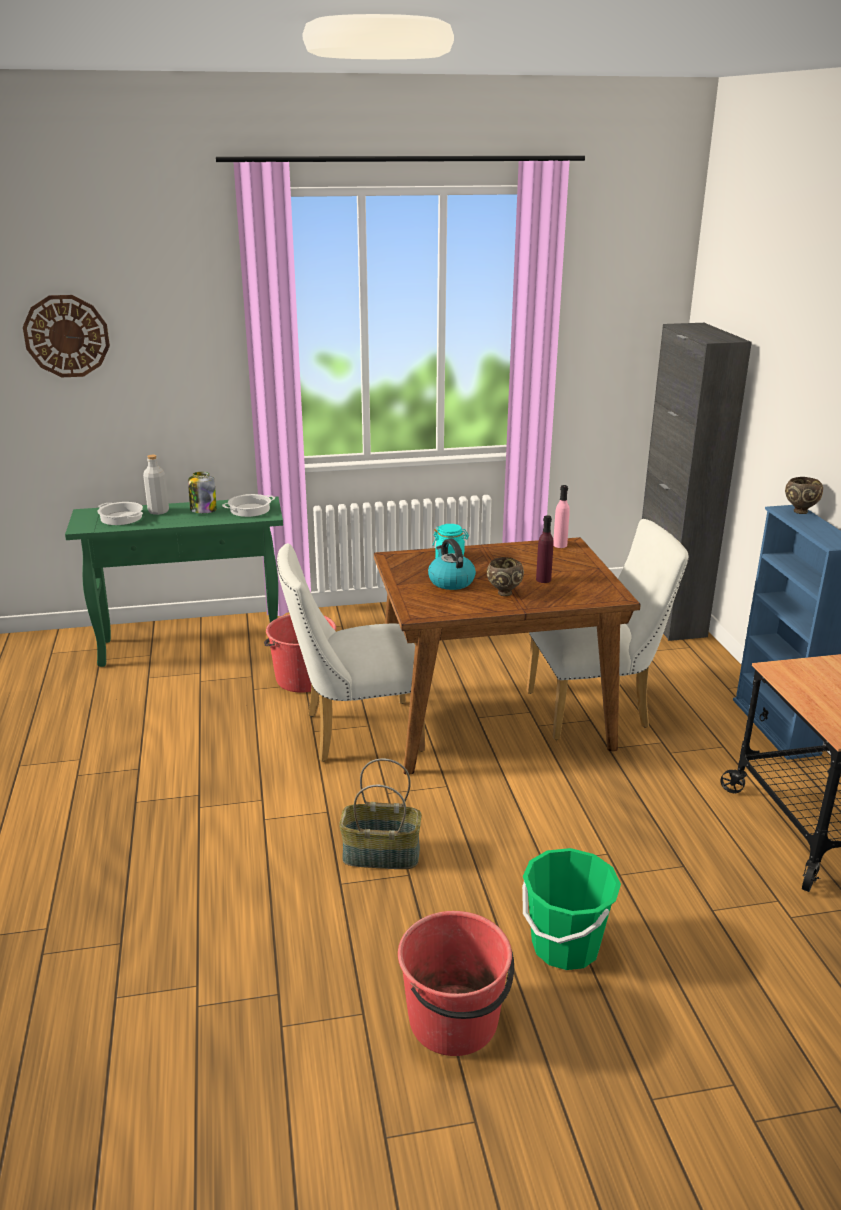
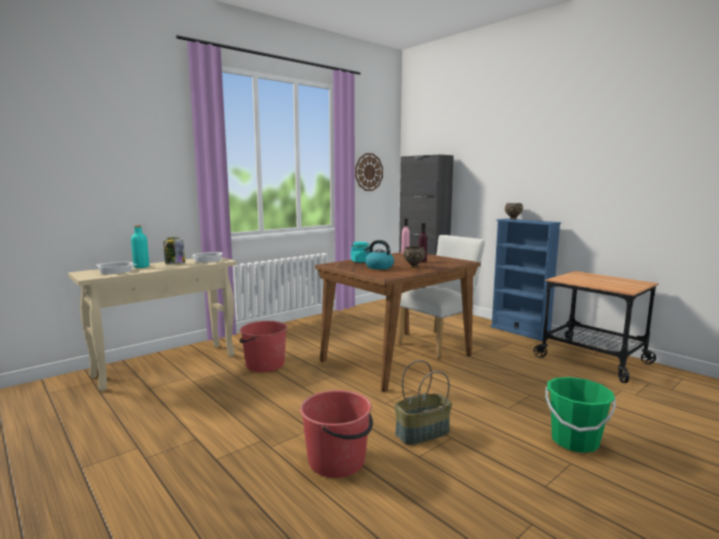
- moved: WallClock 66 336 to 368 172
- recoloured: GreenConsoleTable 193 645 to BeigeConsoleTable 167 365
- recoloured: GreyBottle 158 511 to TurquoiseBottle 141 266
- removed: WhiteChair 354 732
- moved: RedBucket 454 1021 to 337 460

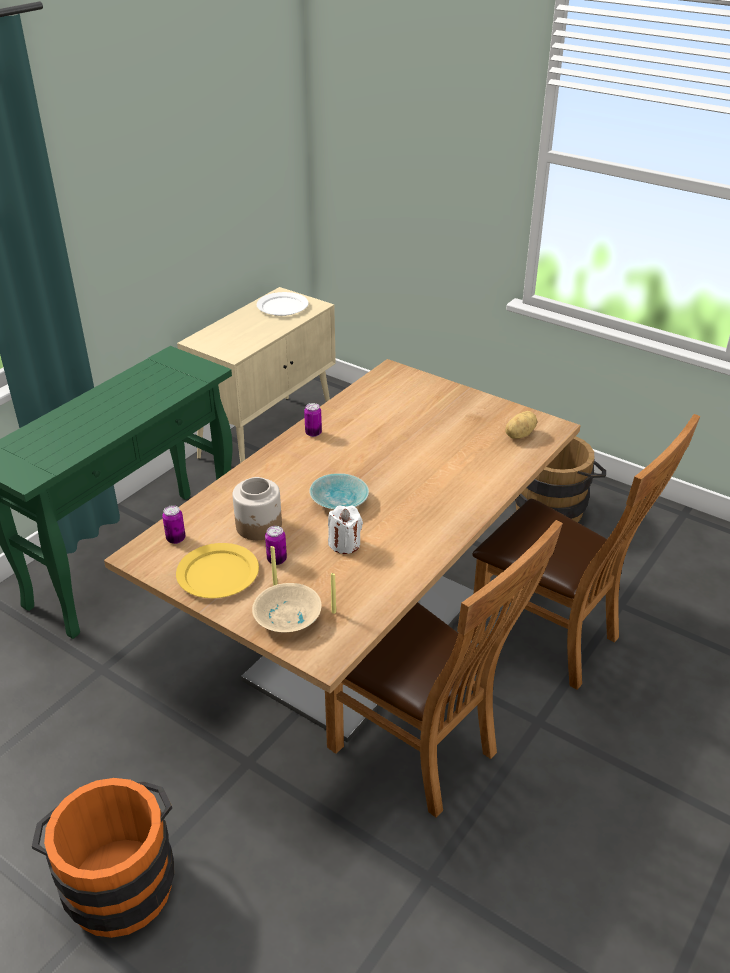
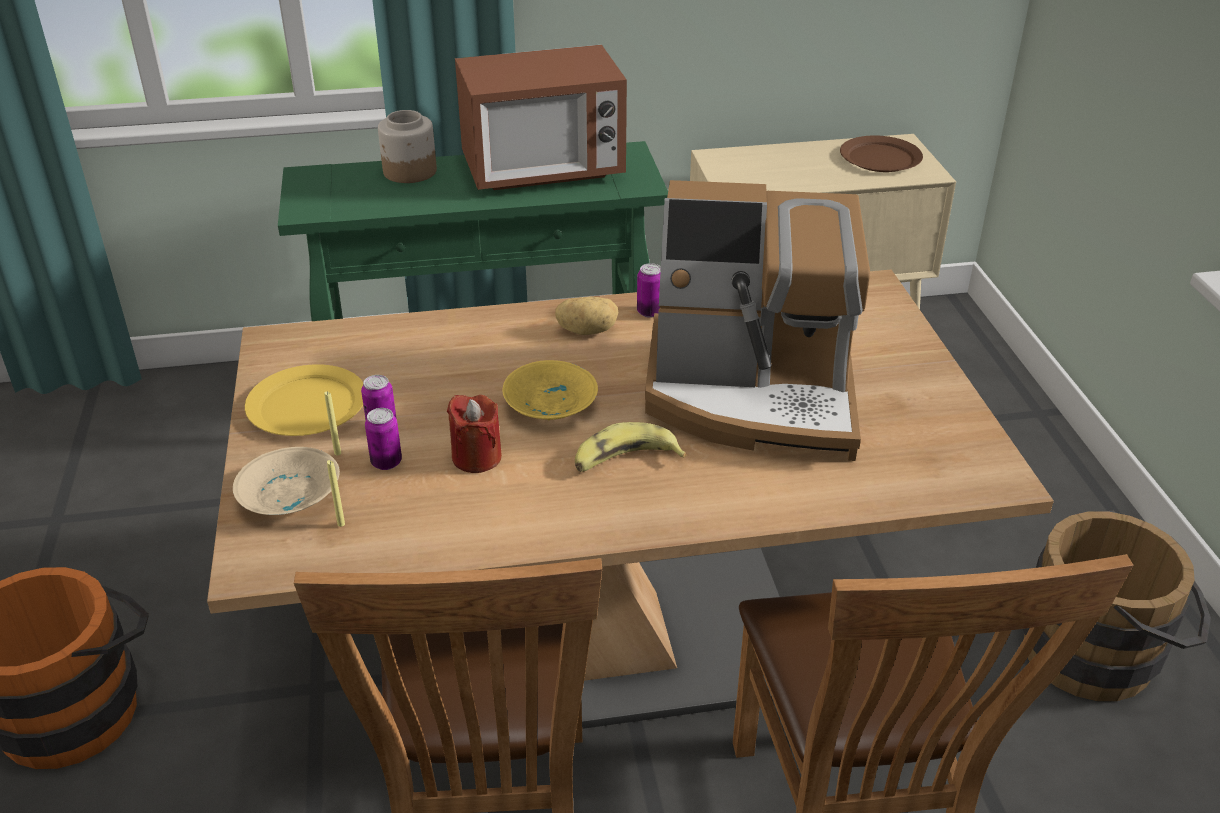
- moved: Can 176 539 to 386 462
- moved: Jar 259 526 to 409 172
- recoloured: WhitePlate 282 306 to BrownPlate 880 158
- recoloured: TurquoiseBowl 340 500 to YellowBowl 553 405
- recoloured: WhiteCandle 344 544 to RedCandle 476 457
- moved: Potato 519 435 to 587 330
- added: Microwave 543 170
- added: Banana 625 460
- added: CoffeeMachine 753 394

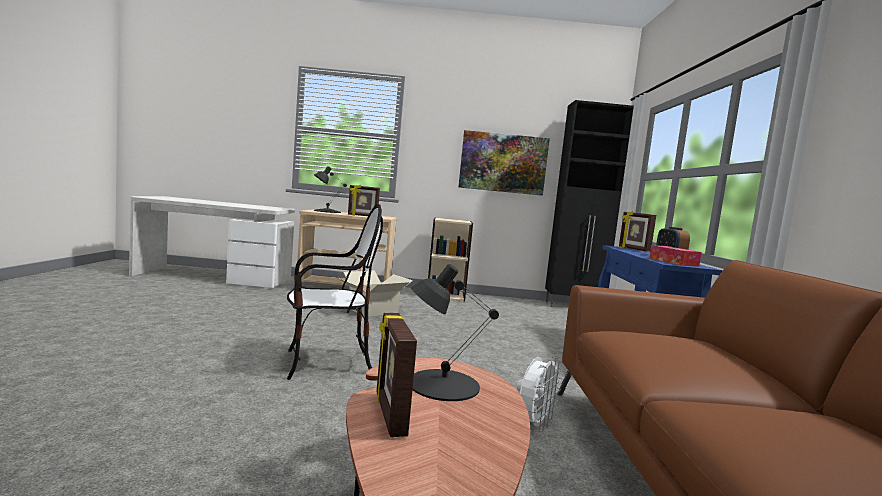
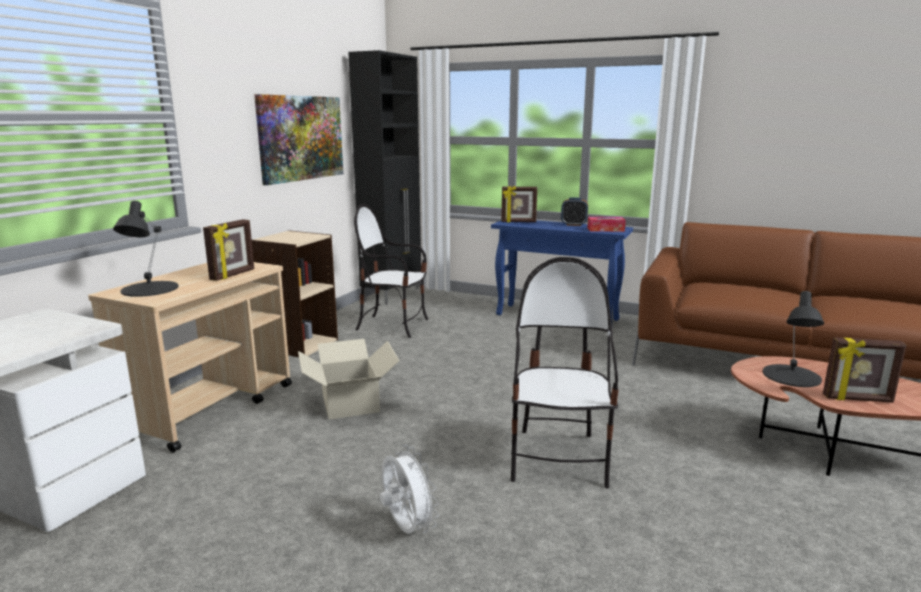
- moved: WhiteFan 533 425 to 406 528
- added: Chair 393 325

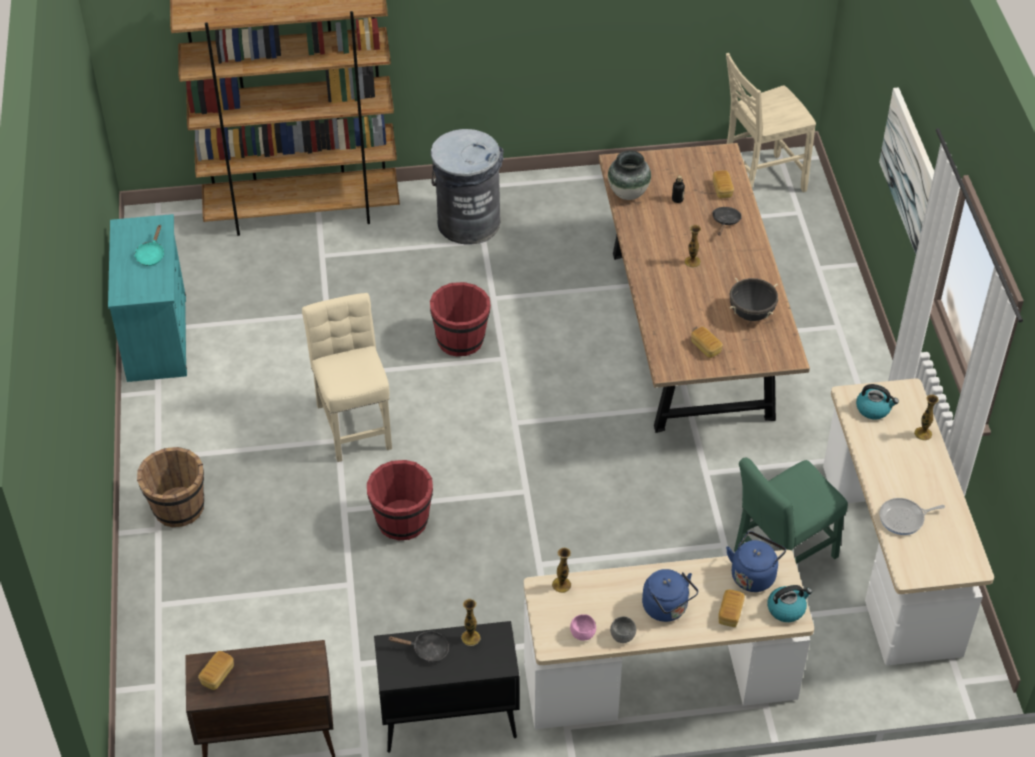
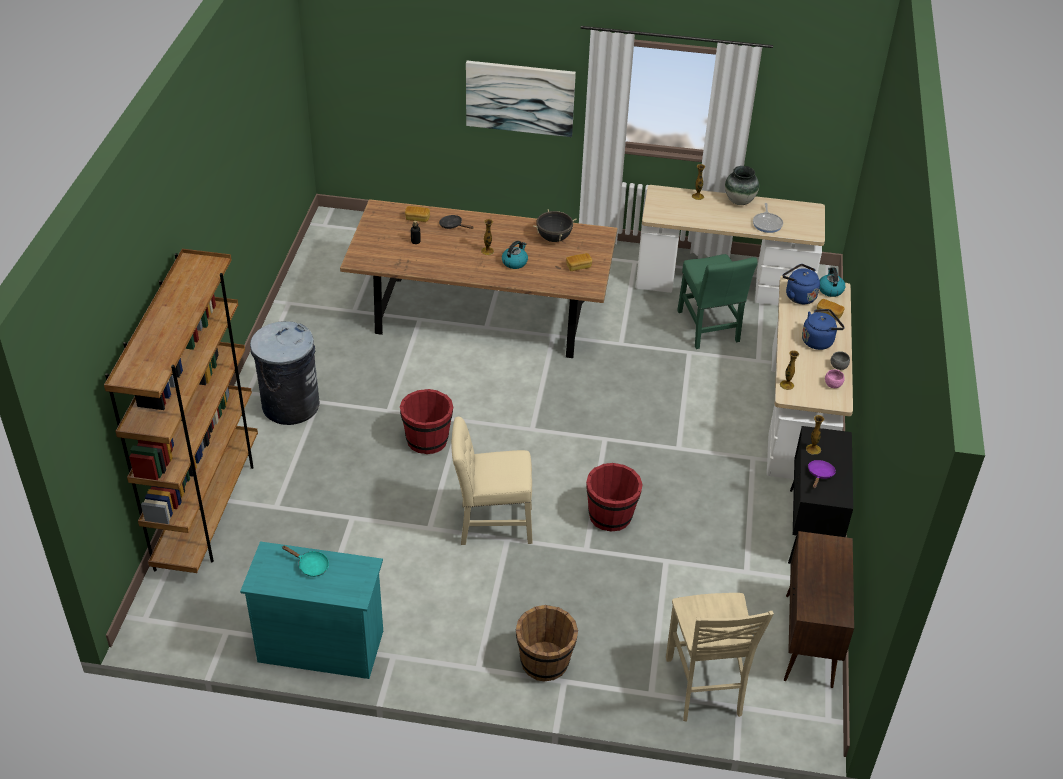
- removed: Bread 217 675
- recoloured: BlackFryingPan 427 650 to PurpleFryingPan 820 475
- moved: Vase 627 193 to 739 201
- moved: BeigeChair 759 181 to 704 688
- moved: Kettle 873 409 to 514 262

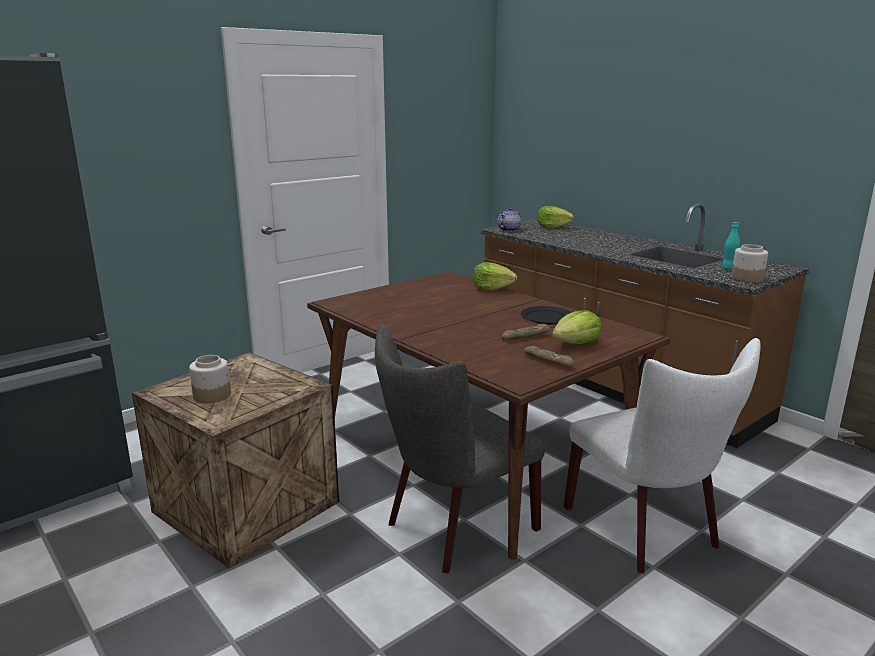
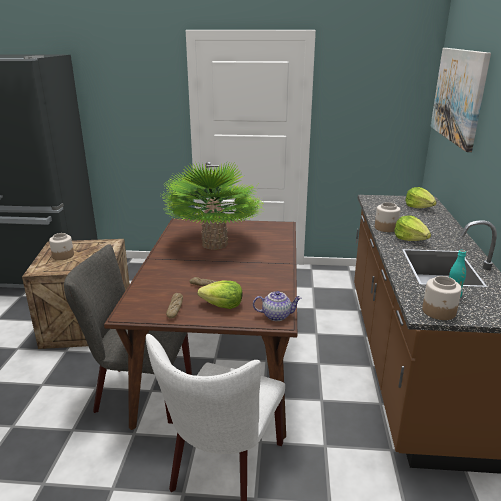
- moved: Lettuce 492 288 to 410 239
- moved: Teapot 508 230 to 276 315
- removed: BlackPlate 547 317
- added: PottedPlant 215 244
- added: Jar 386 228
- added: Picture 458 95

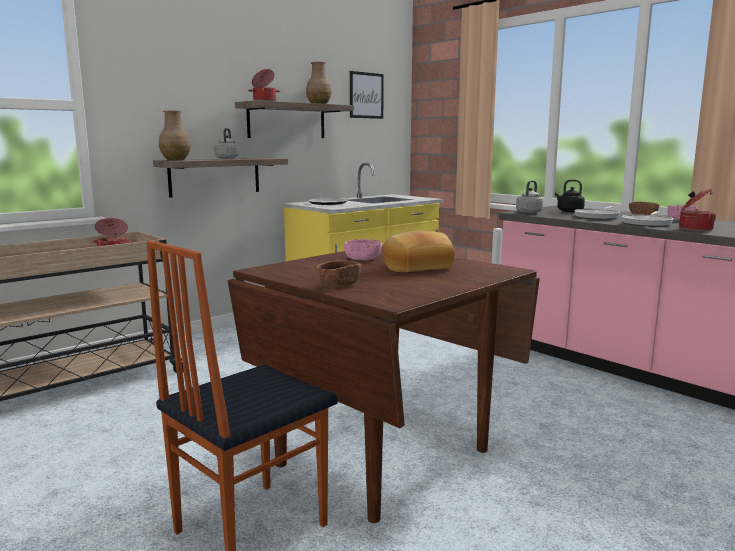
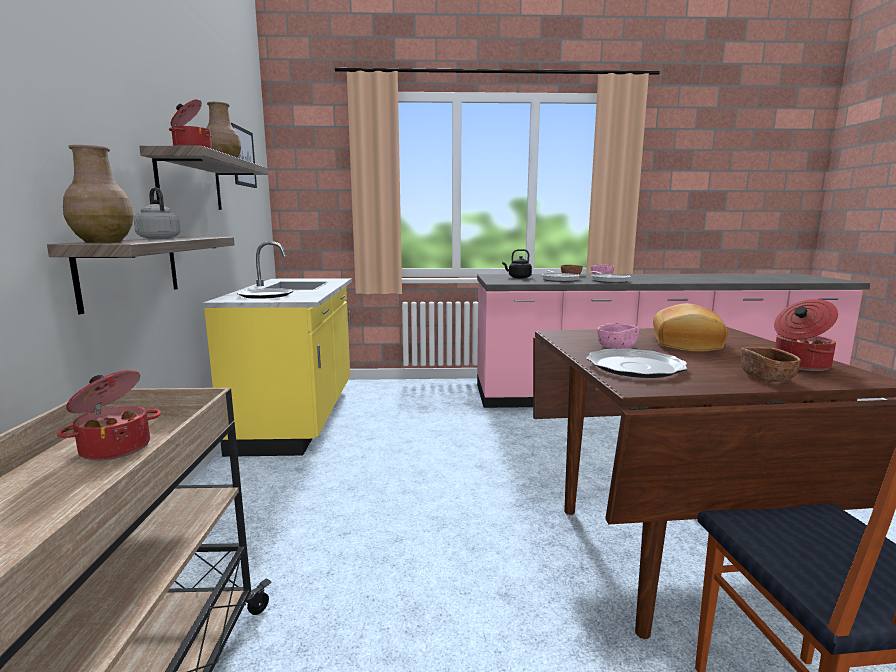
- removed: GreyKettle 529 212
- moved: CookingPot 694 229 to 799 365
- added: Plate 635 367

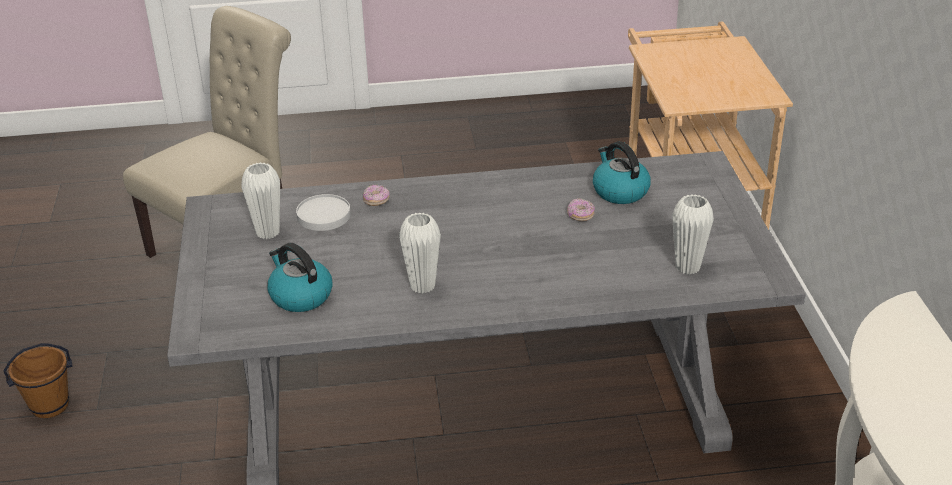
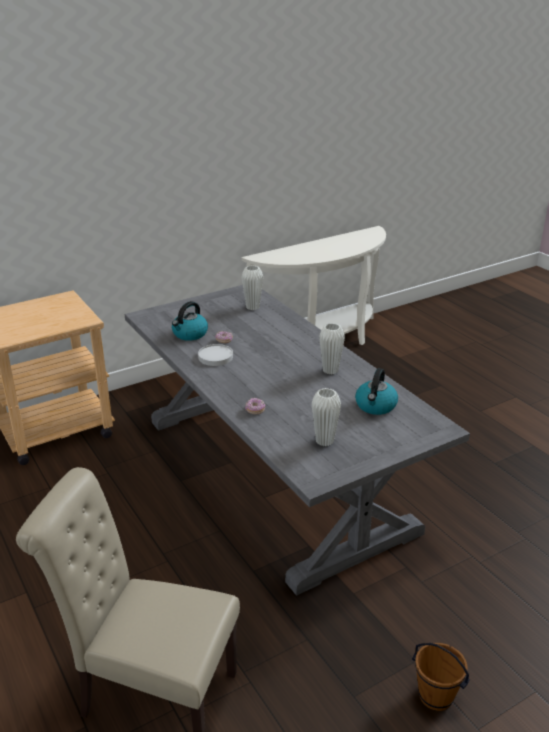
- moved: WhitePlate 324 215 to 215 357

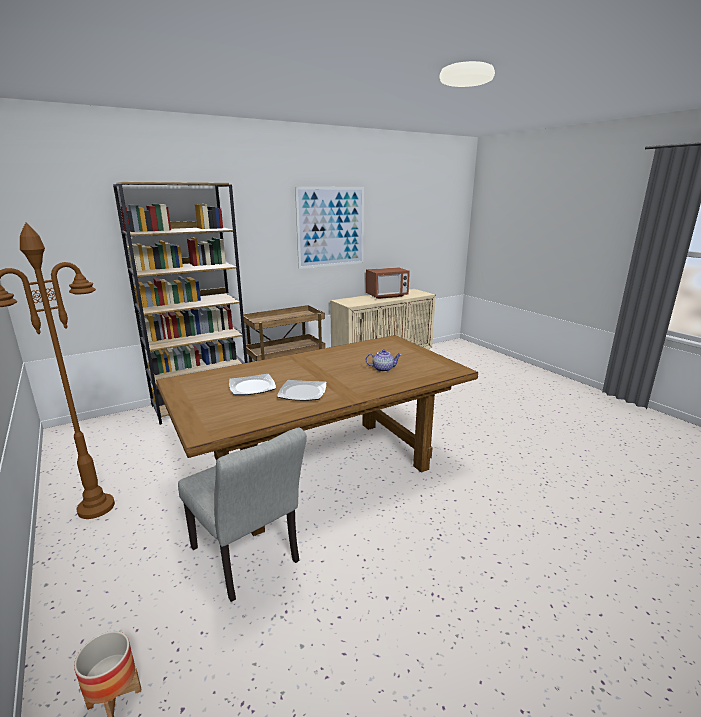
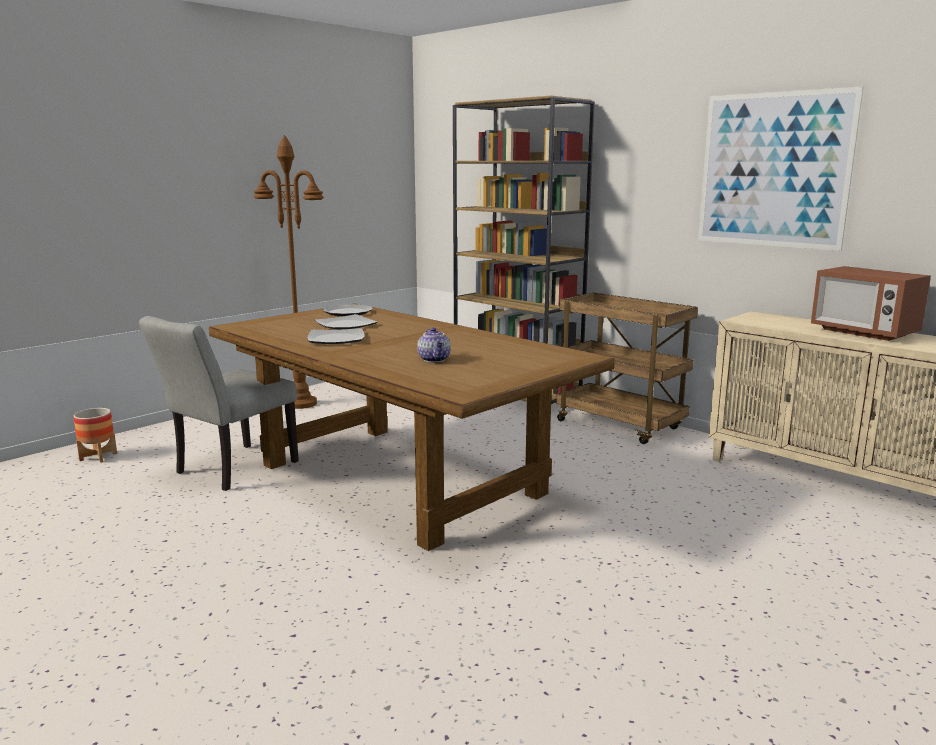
- added: Plate 348 312

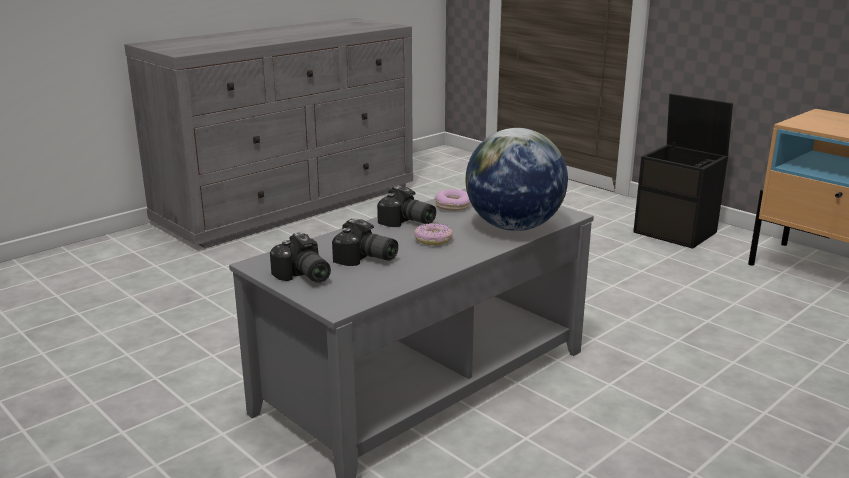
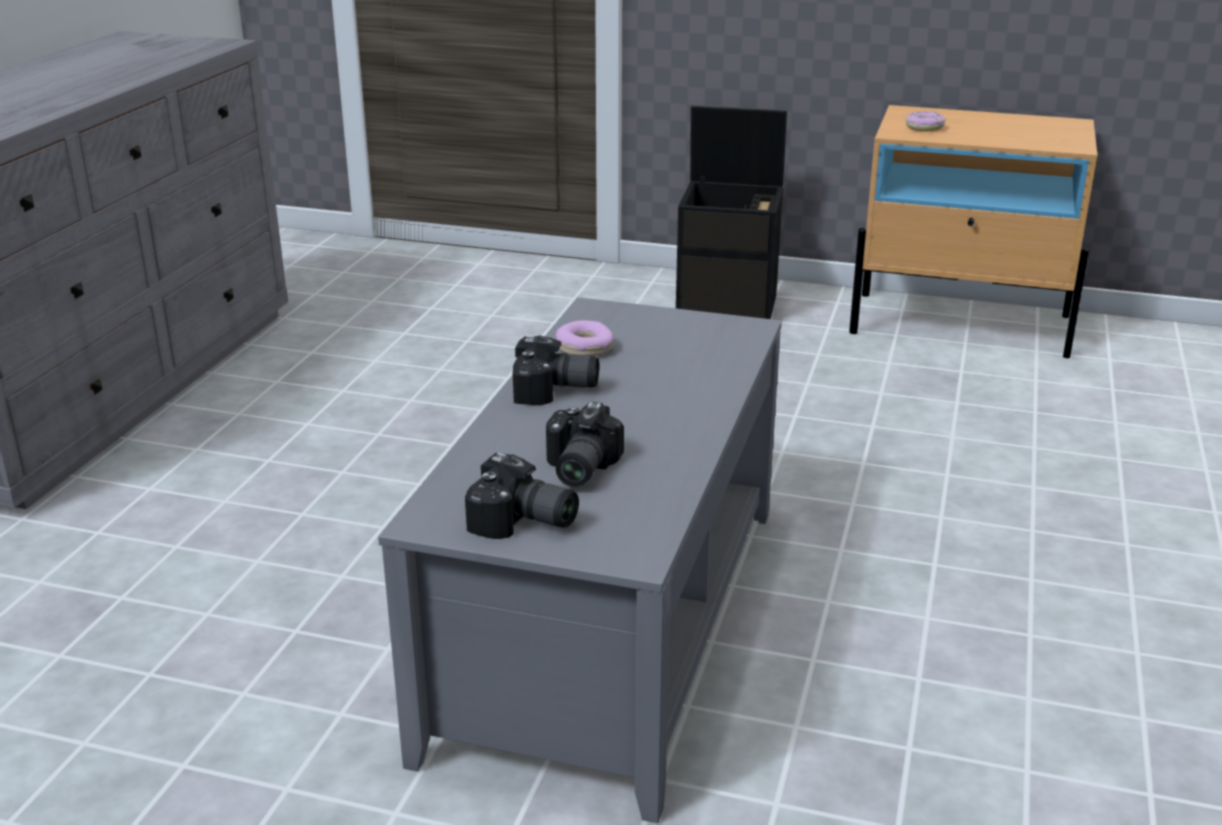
- turned: PhotoCamera 365 259 = 576 469 105 degrees clockwise
- moved: Donut 433 240 to 924 127
- removed: Globe 513 227

